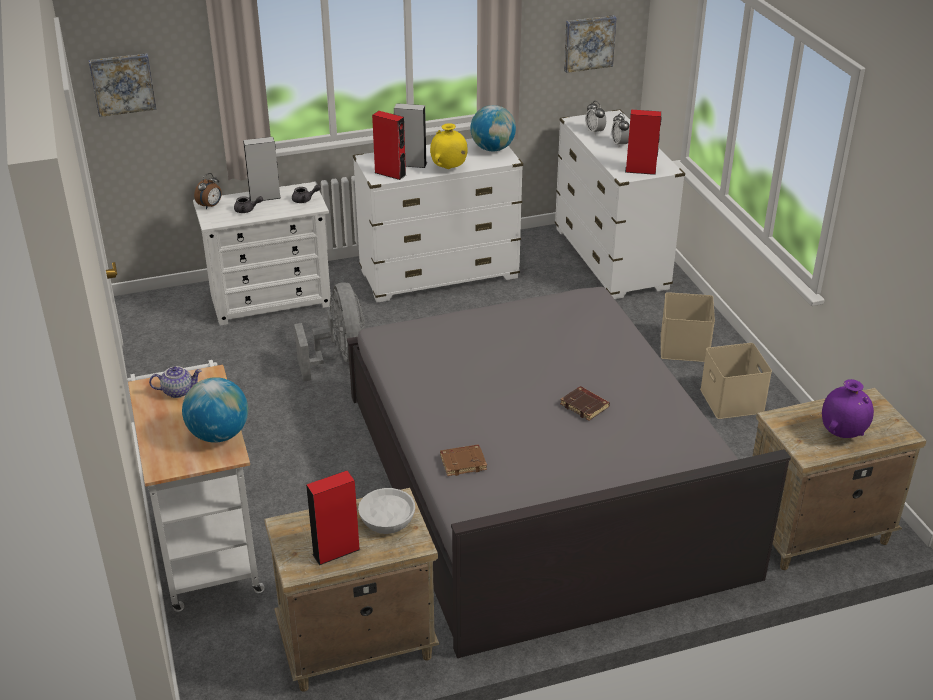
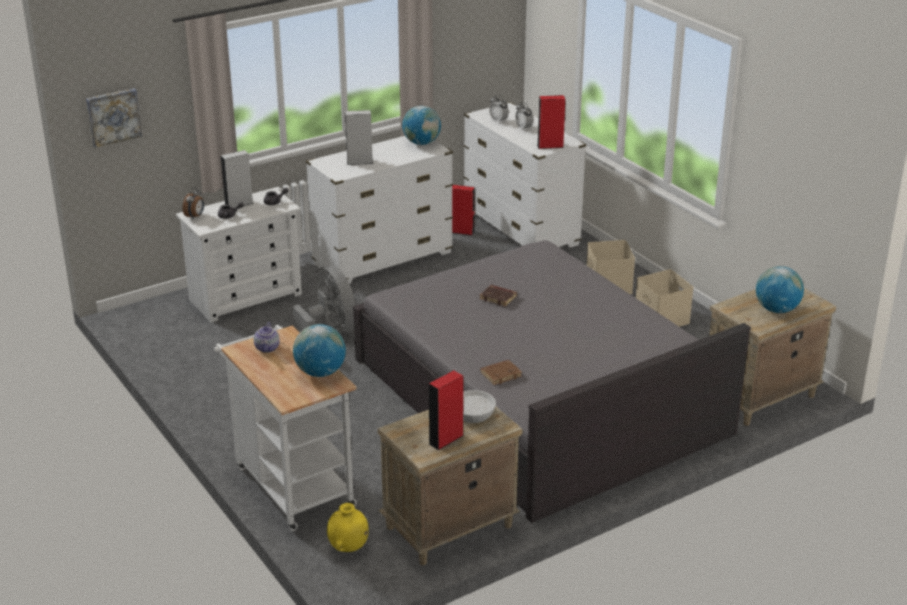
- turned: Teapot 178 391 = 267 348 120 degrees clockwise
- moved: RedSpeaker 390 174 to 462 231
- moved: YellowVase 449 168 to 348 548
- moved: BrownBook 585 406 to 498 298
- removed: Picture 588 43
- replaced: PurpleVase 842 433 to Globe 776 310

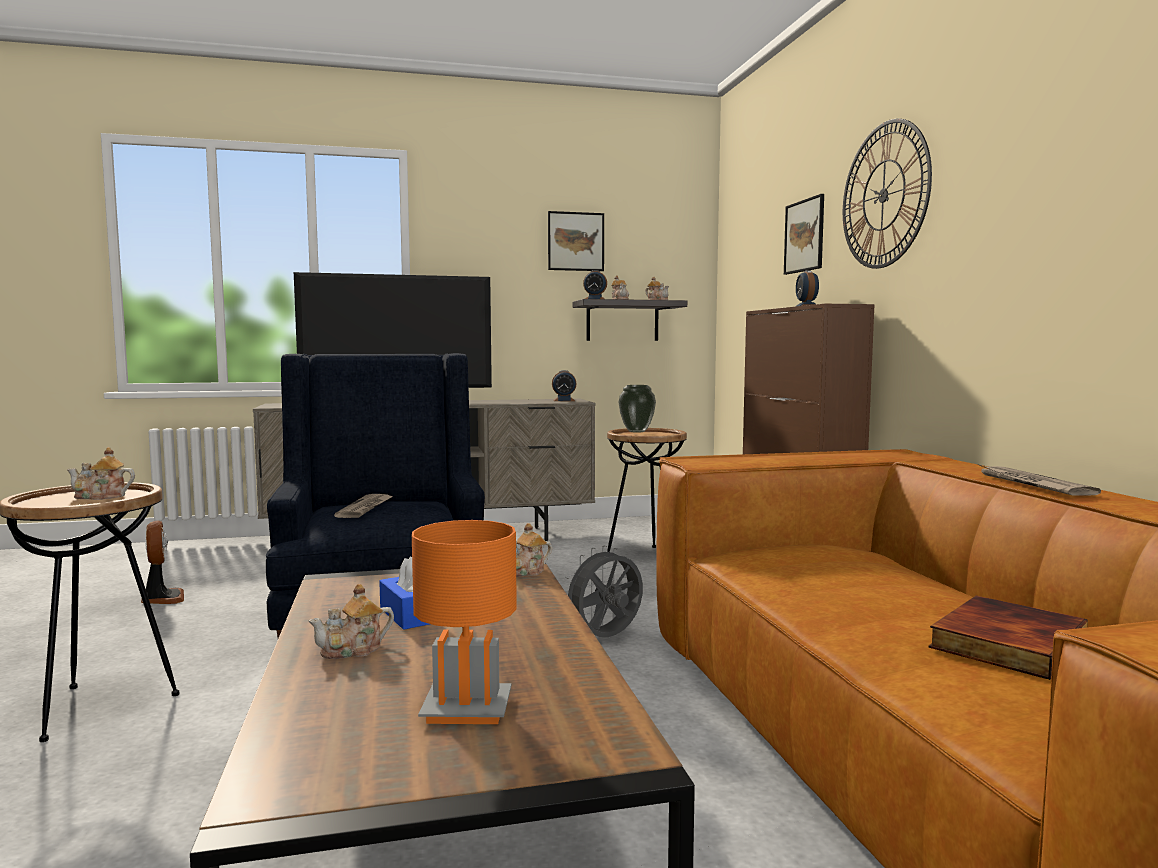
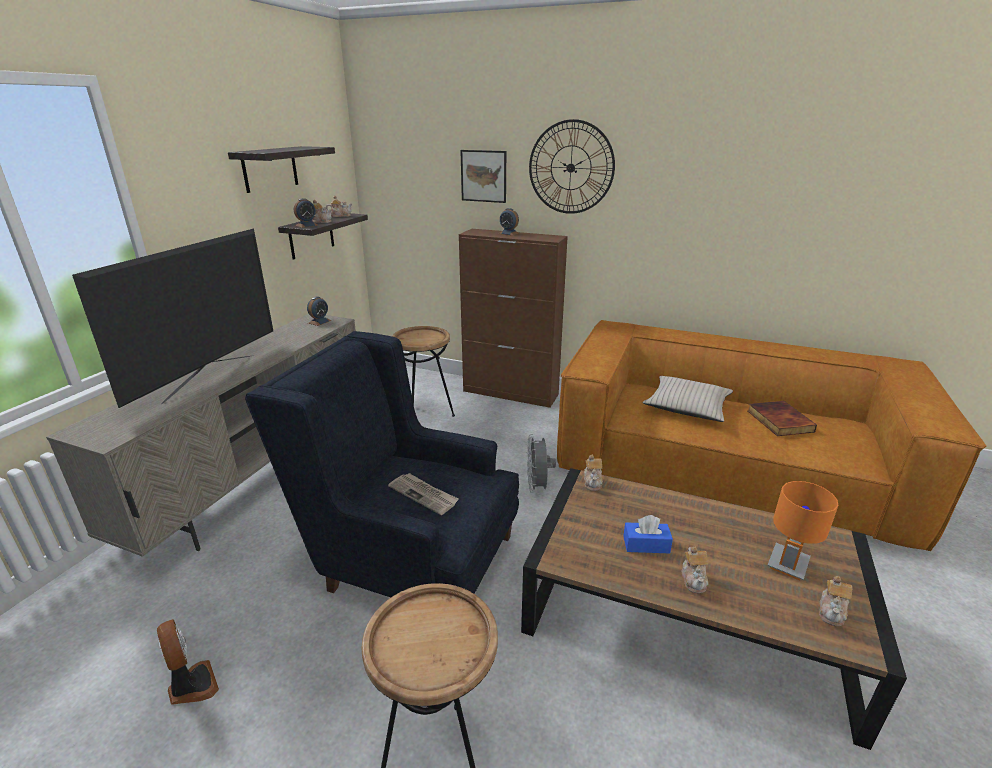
- moved: Teapot 101 497 to 832 611
- turned: Fan 162 599 = 192 686 45 degrees clockwise
- replaced: Picture 576 241 to Shelf 270 169
- removed: Vase 637 431
- removed: Newspaper 1031 484
- added: BeigePillow 687 406

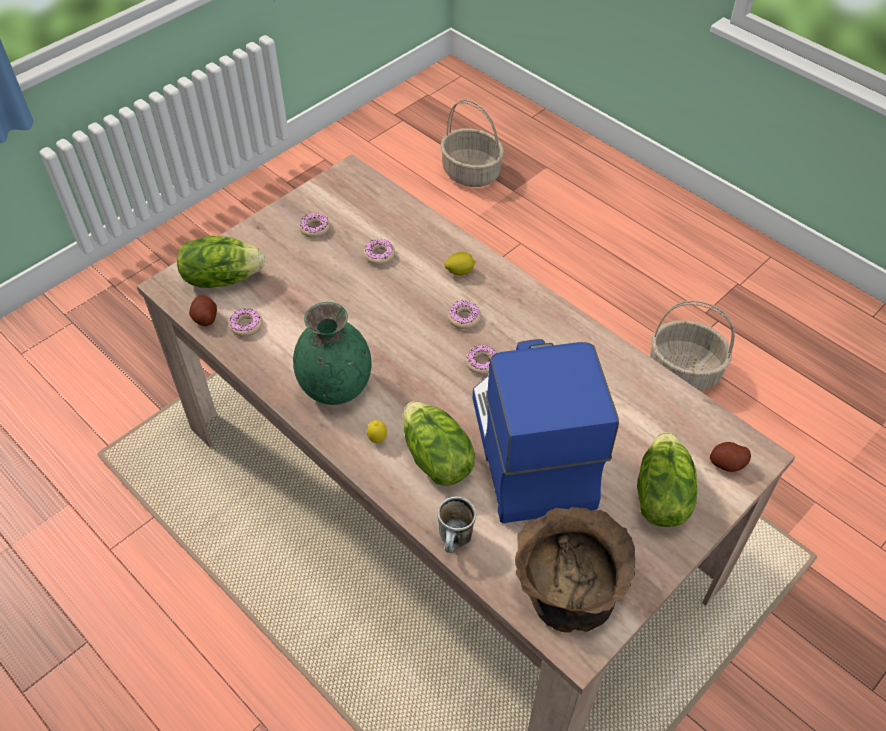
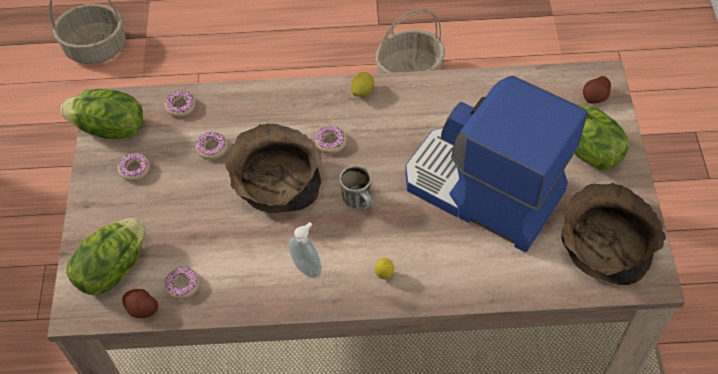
- replaced: GreenVase 335 386 to SoapDispenser 308 267
- moved: Lettuce 435 459 to 110 129
- moved: Mug 456 541 to 360 202
- moved: Lemon 459 271 to 362 91
- moved: Donut 482 362 to 181 106
- added: BrownBowl 275 183

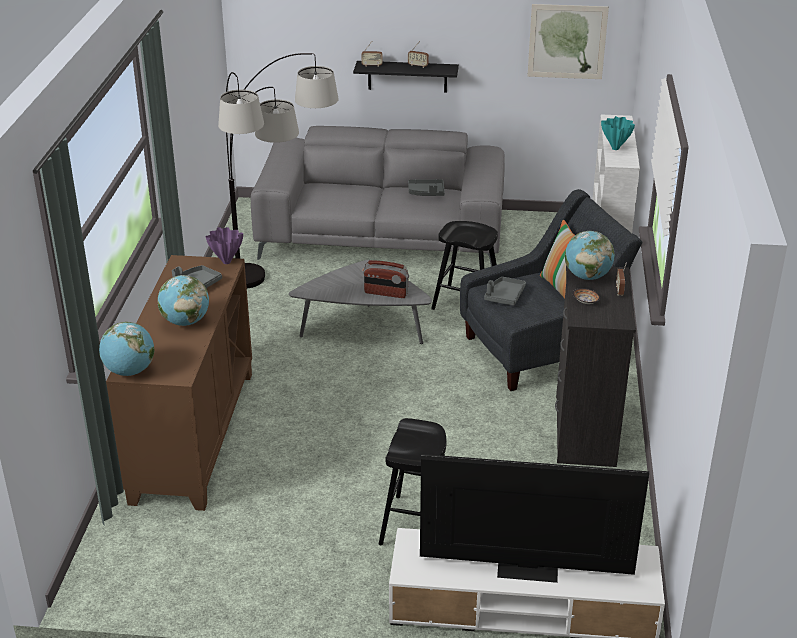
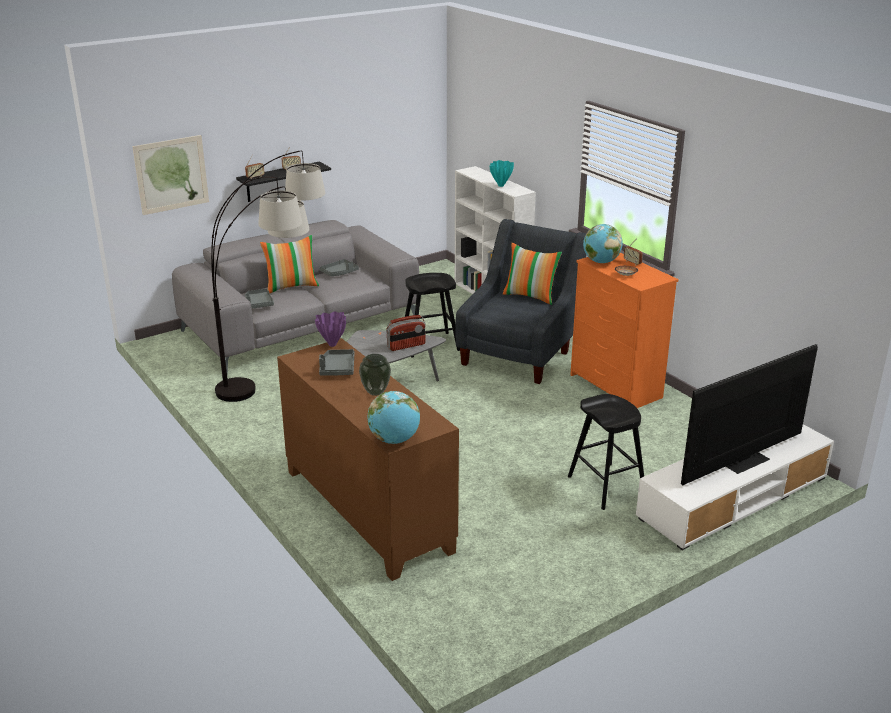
- replaced: Globe 185 322 to Vase 375 392
- moved: GreyTray 504 296 to 258 303
- moved: Picture 567 41 to 171 174
- recoloured: BlackDresser 584 431 to OrangeDresser 615 387
- added: Pillow 291 286

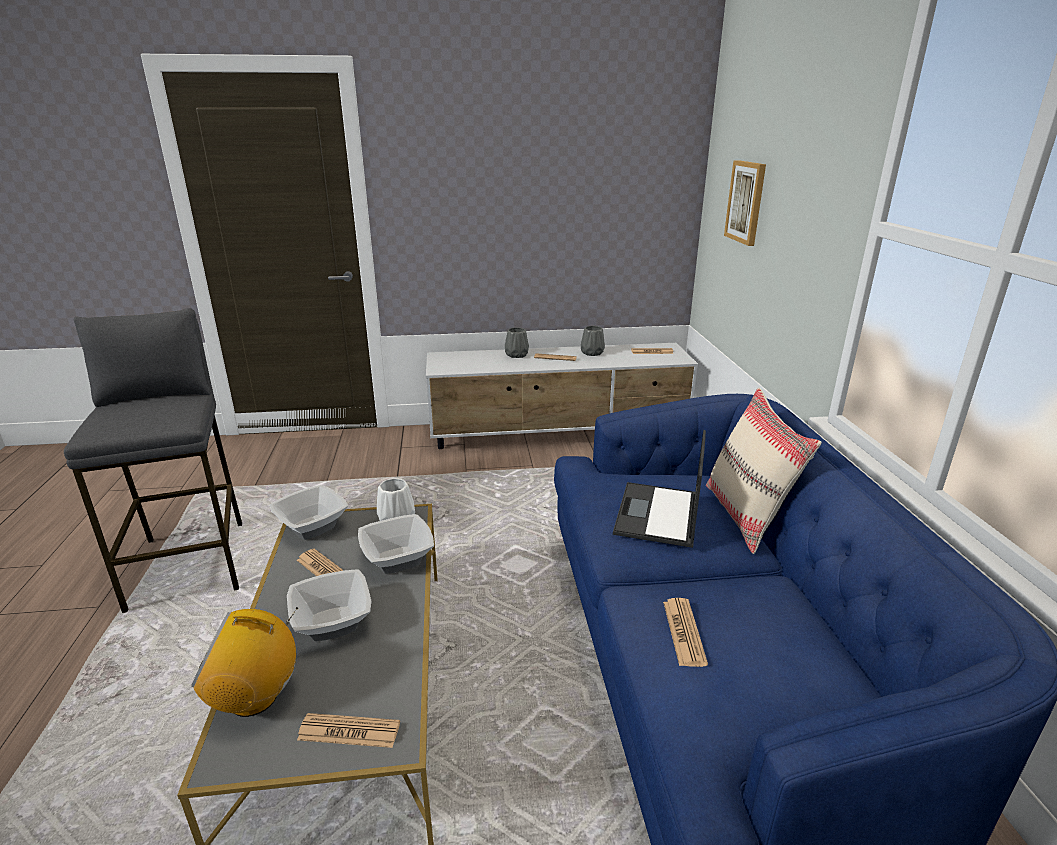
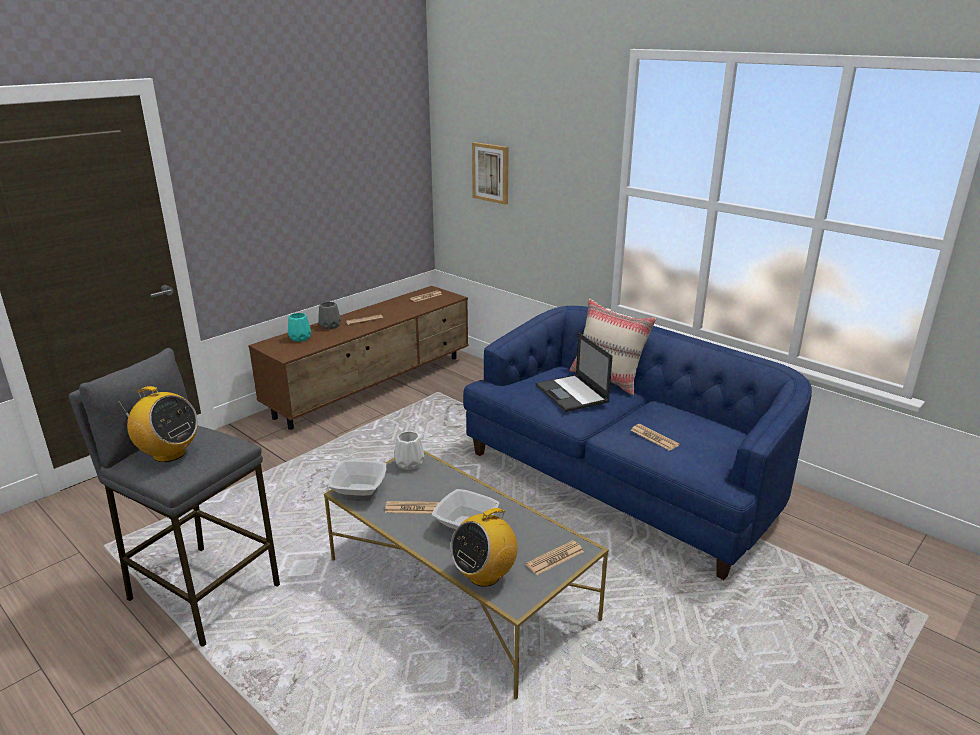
- removed: Bowl 398 560
- recoloured: WhiteTvStand 559 435 to BrownTvStand 373 386
- removed: GreyVase 591 353
- added: Radio 169 454
- added: TurquoiseVase 300 338

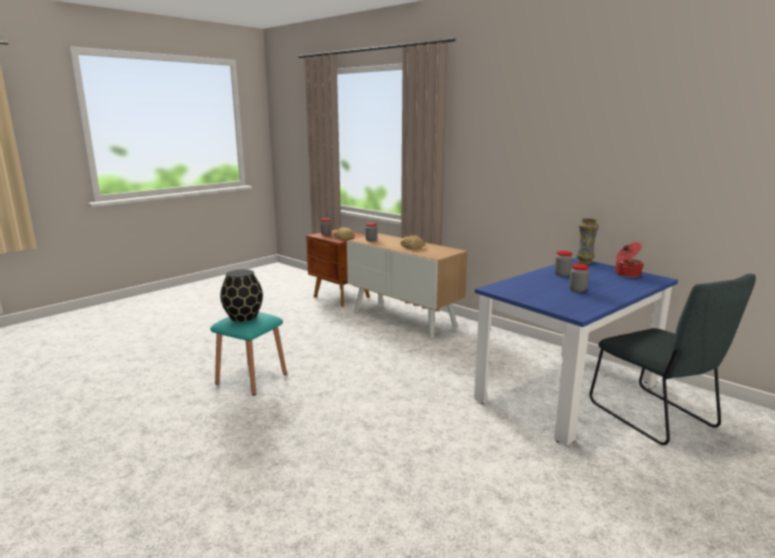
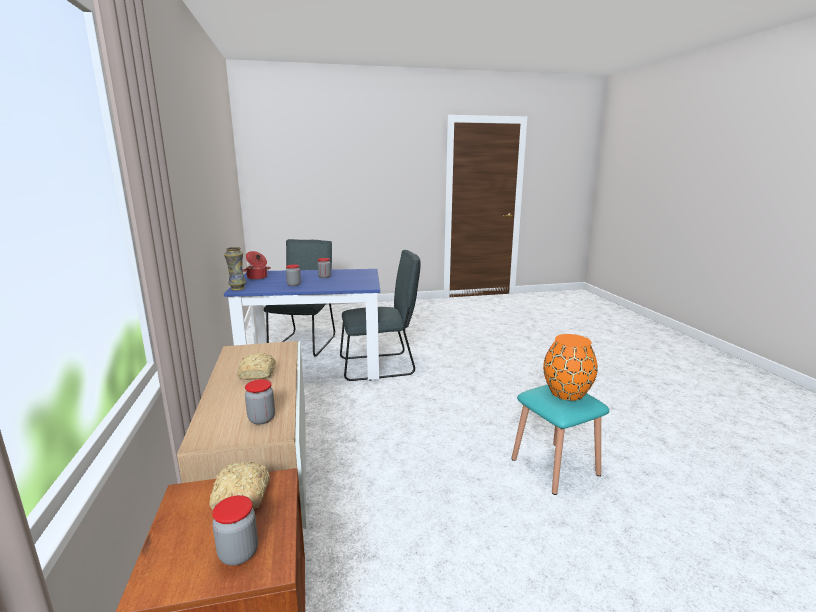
- recoloured: BlackVase 244 317 to OrangeVase 566 393
- added: GreyChair 380 366

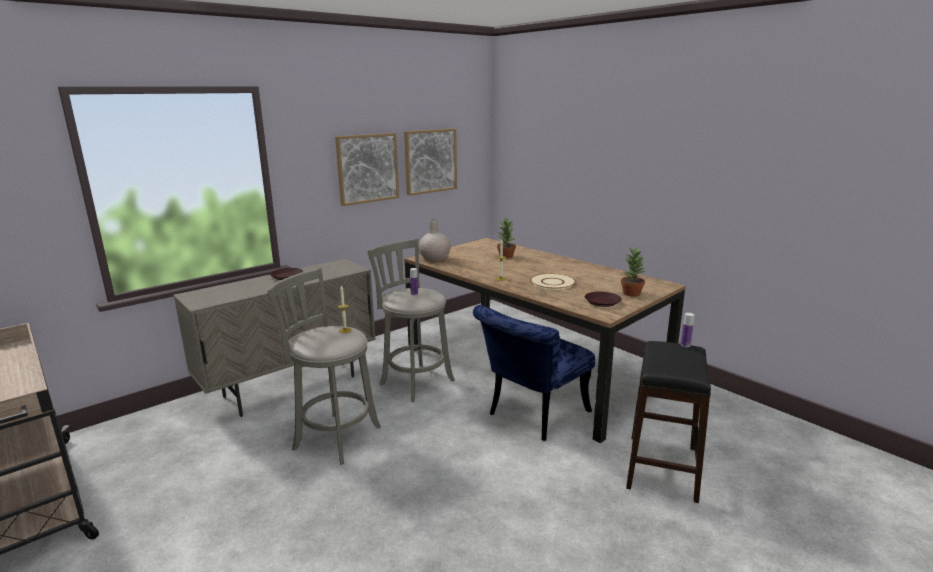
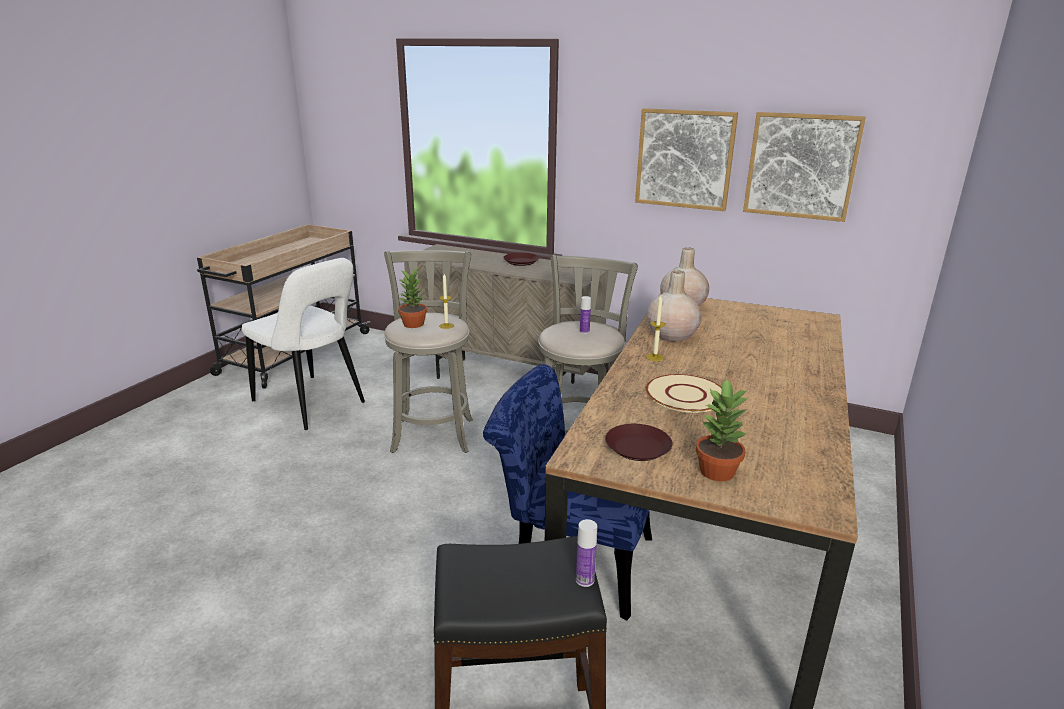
- moved: PottedPlant 506 256 to 414 324
- added: WhiteChair 312 404
- added: BeigeVase 671 335

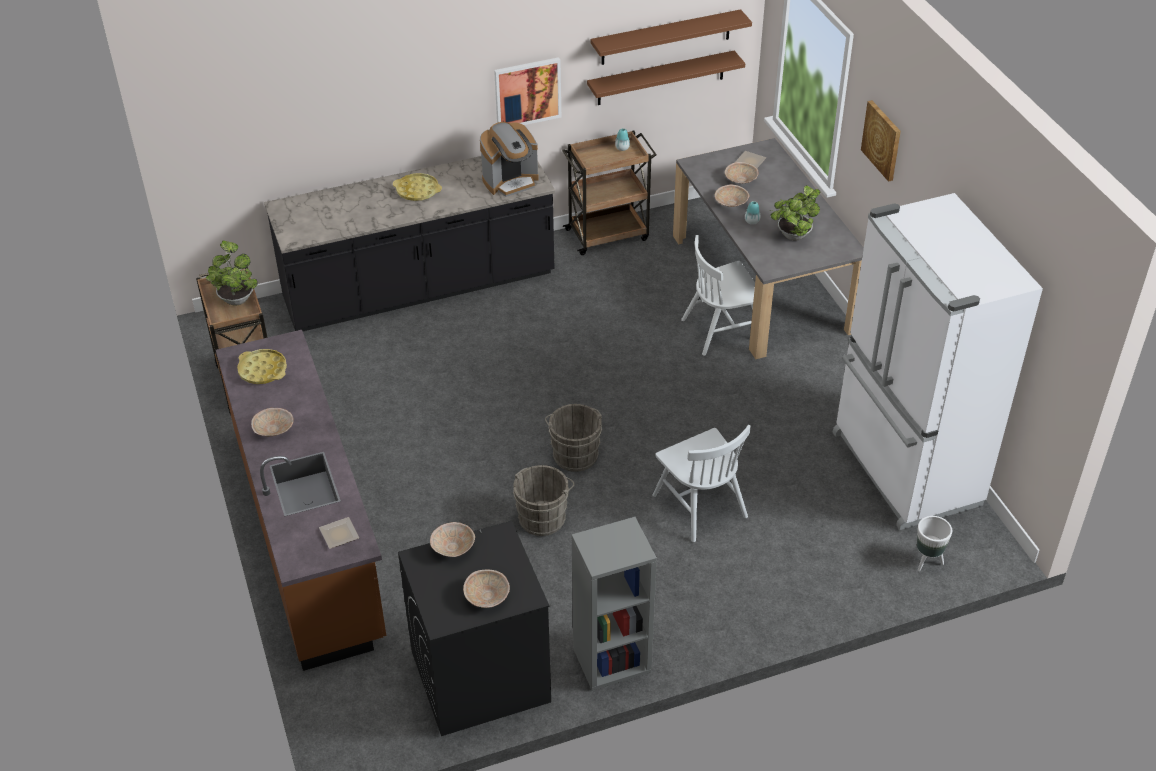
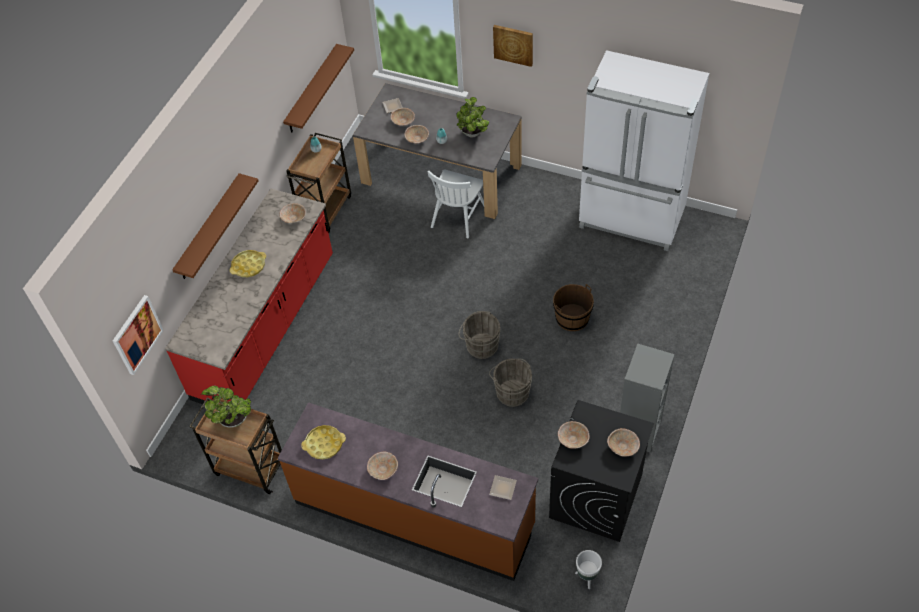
- recoloured: BlackCounter 419 288 to RedCounter 266 327
- replaced: CoffeeMachine 510 181 to BeigeBowl 293 217
- moved: Picture 527 92 to 137 334
- moved: BrownShelf 666 37 to 209 228
- replaced: WhiteChair 699 505 to BrownBucket 572 318
- moved: WhitePlanter 926 561 to 586 577

